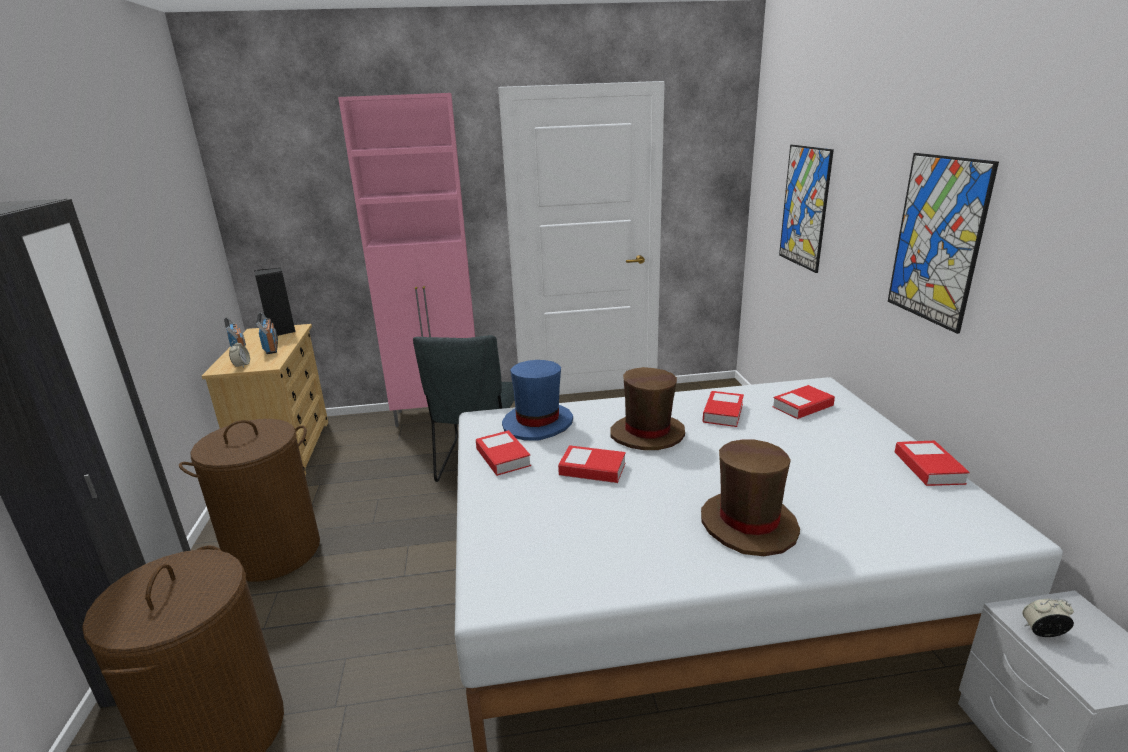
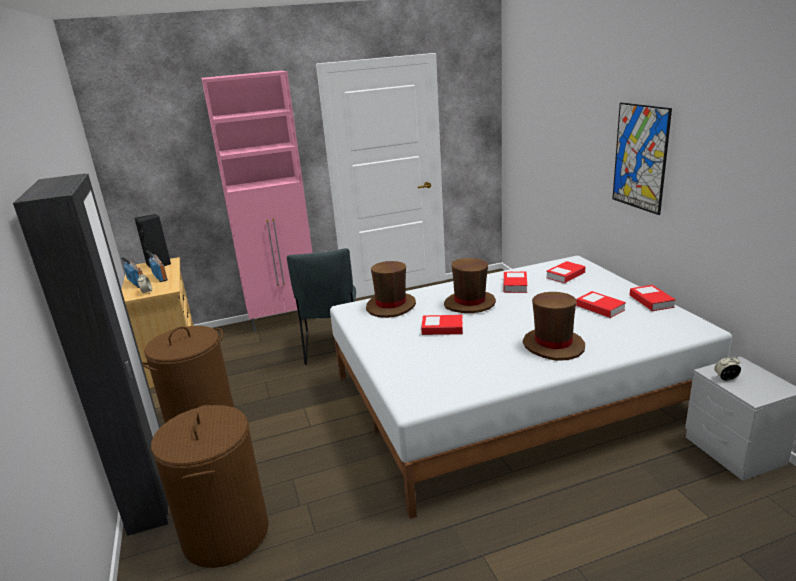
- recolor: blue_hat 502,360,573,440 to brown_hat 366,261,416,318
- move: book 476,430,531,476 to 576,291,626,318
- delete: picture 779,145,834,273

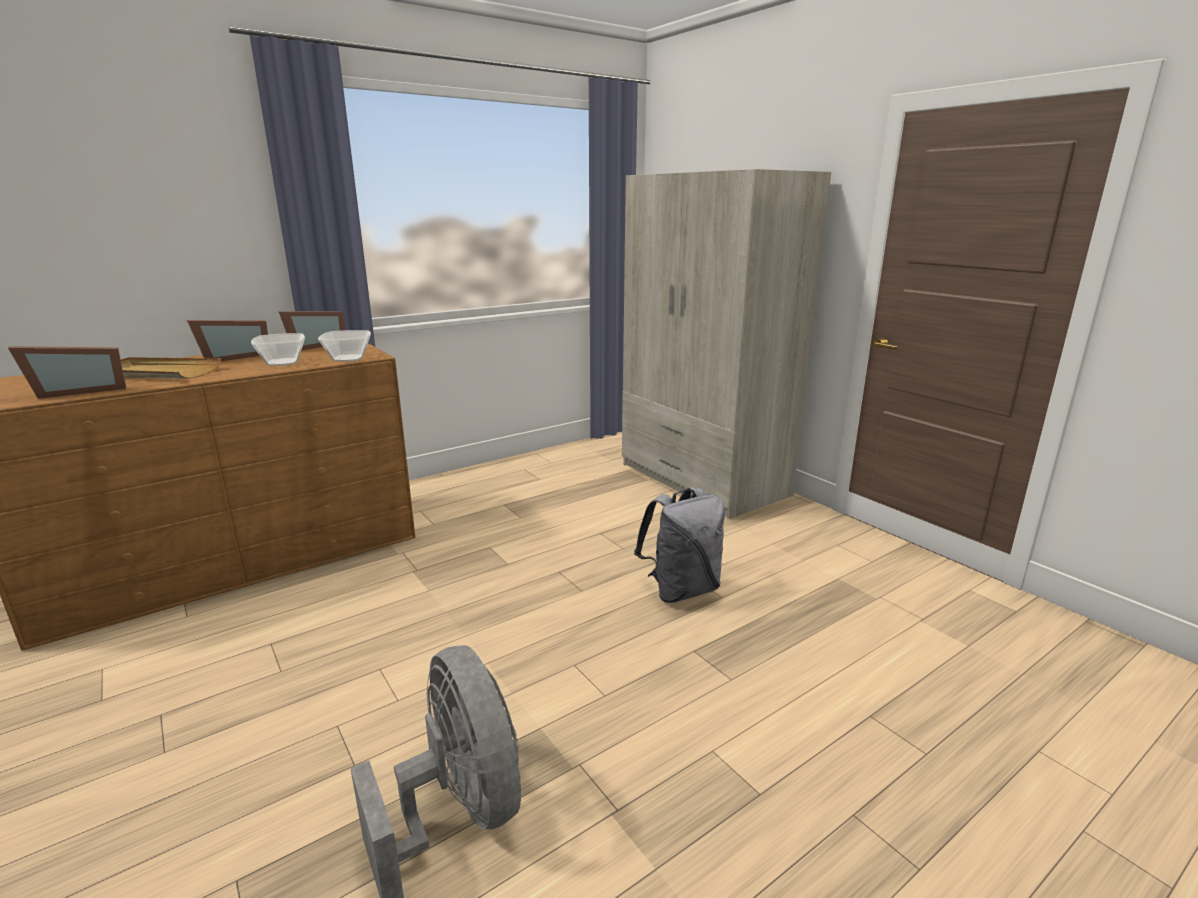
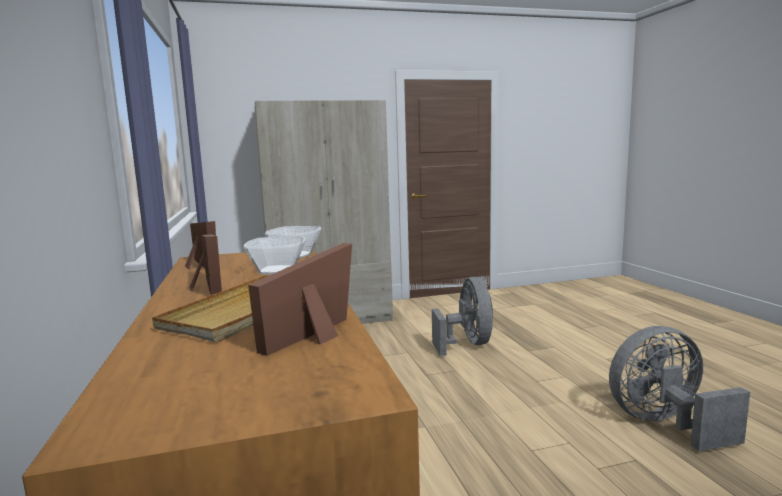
- rotate: picture_frame 8,346,126,399 = 248,243,352,356 135 degrees counterclockwise
- replace: grey_backpack 634,487,725,603 to grey_fan 432,277,493,356

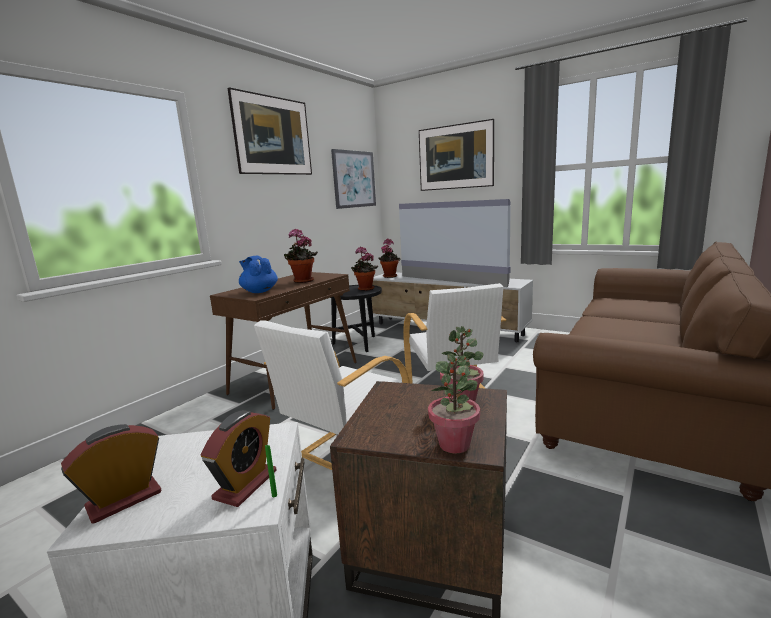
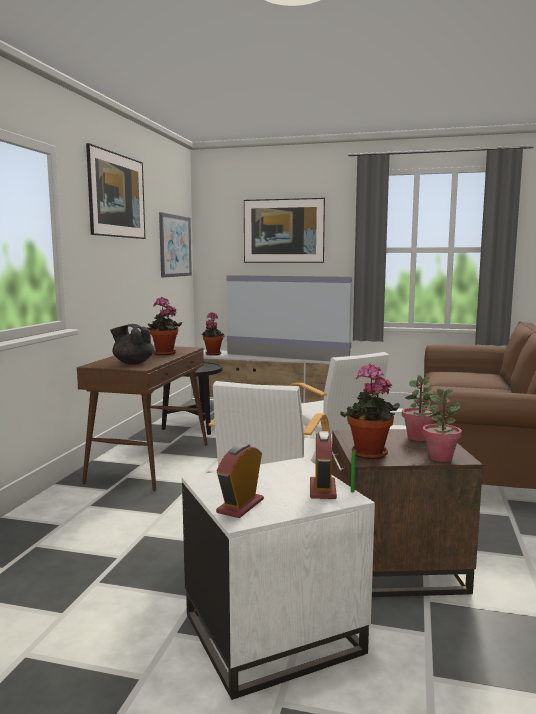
- recolor: blue_teapot 239,255,278,293 to black_teapot 110,324,154,365
- move: potted_plant 351,247,378,291 to 340,364,400,459

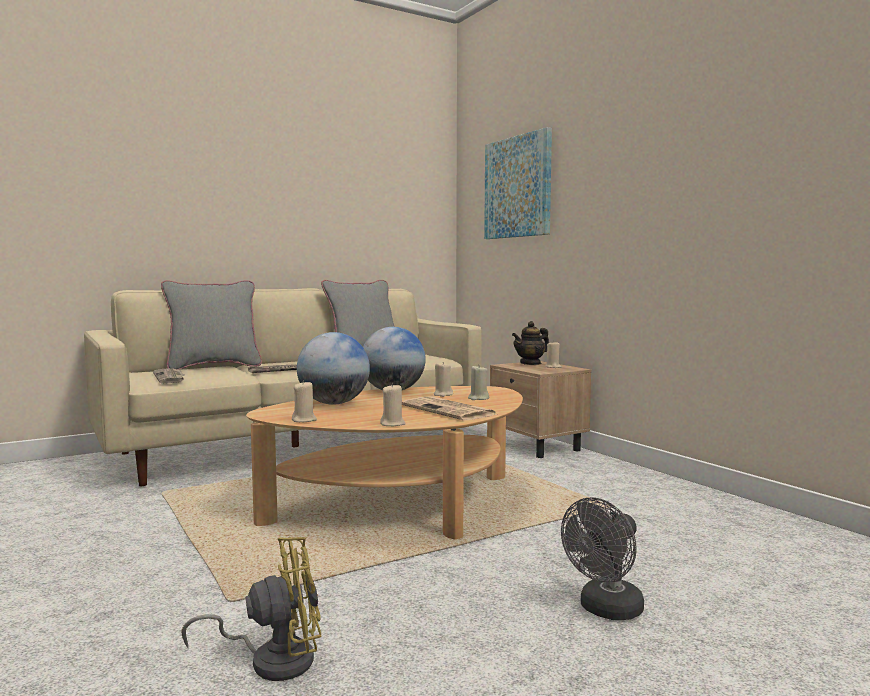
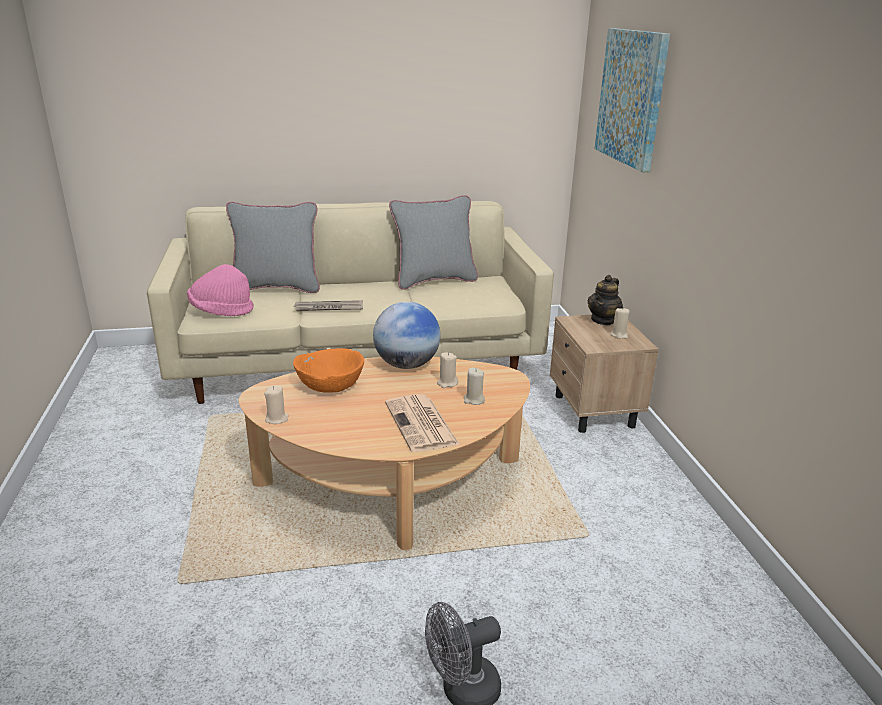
- replace: newspaper 153,368,185,384 to pink_hat 187,264,254,316
- replace: globe 297,332,370,405 to orange_bowl 293,348,364,393
- rotate: teapot 512,321,549,365 = 588,275,623,325 45 degrees counterclockwise
- delete: yellow_fan 182,537,321,681
- delete: beige_candle 380,383,406,426

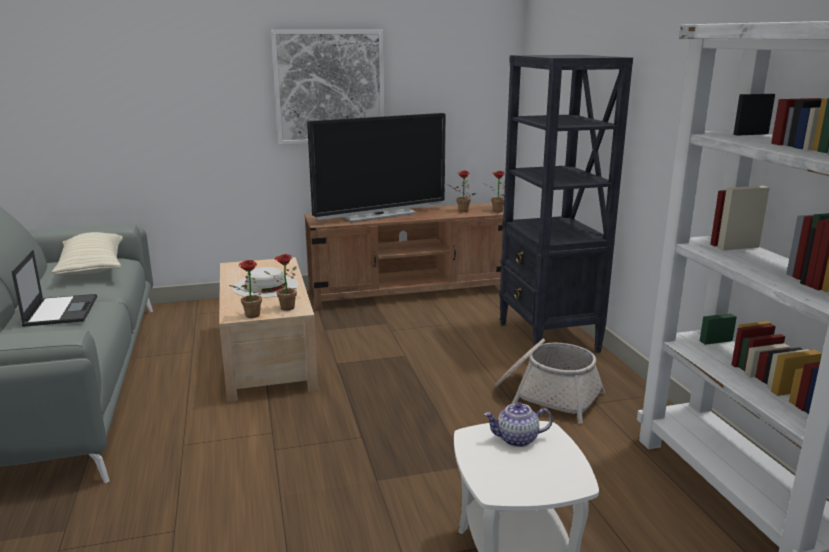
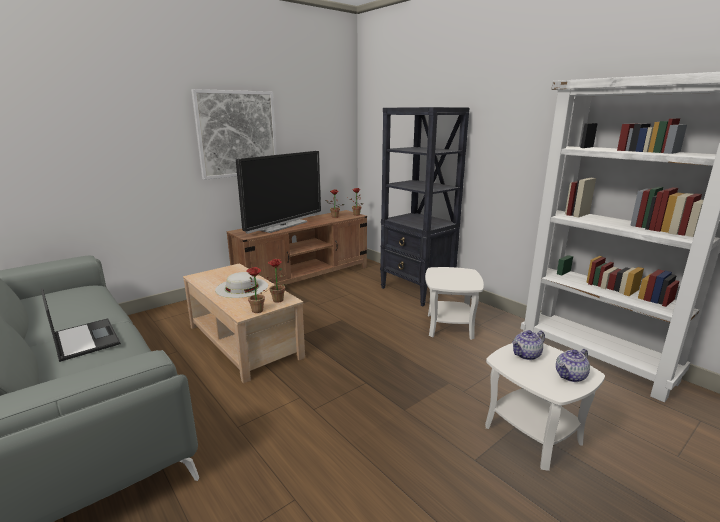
- replace: basket 495,339,605,424 to white_side_table 425,267,484,340
- insert: teapot 556,349,590,382
- delete: beige_pillow 52,232,123,275

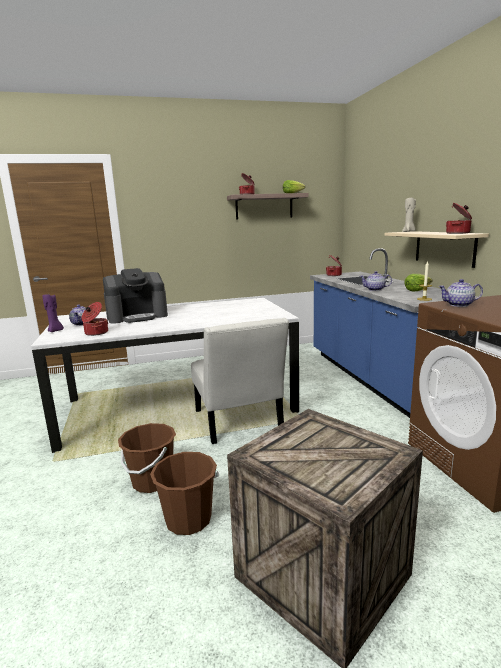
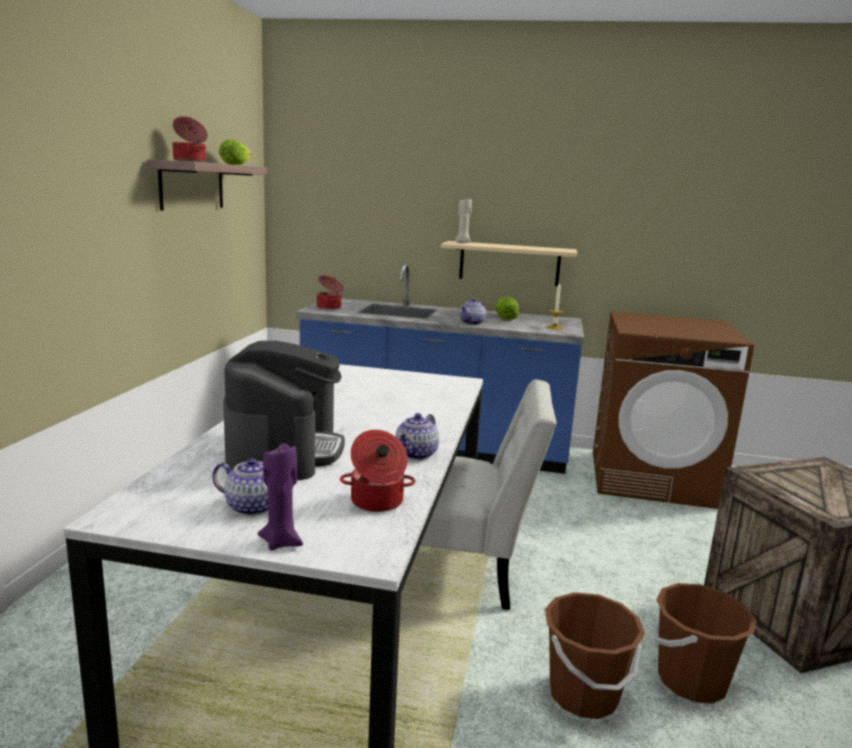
- move: teapot 438,279,483,307 to 395,413,439,460
- delete: cooking_pot 446,203,472,234

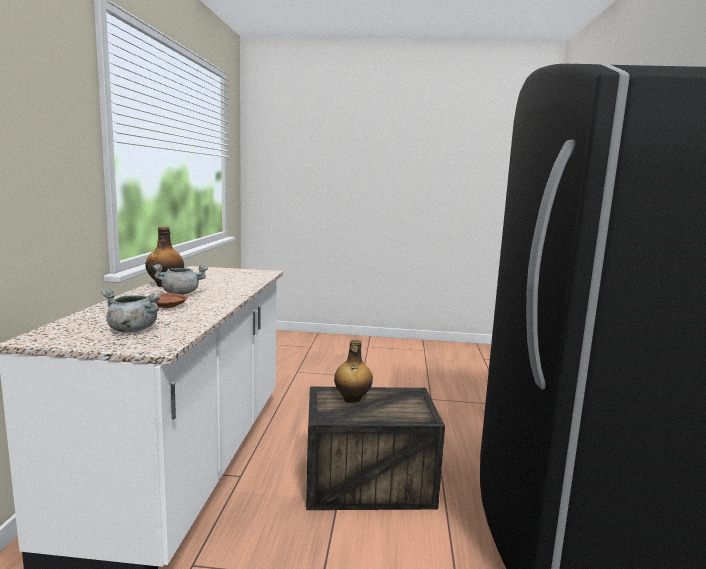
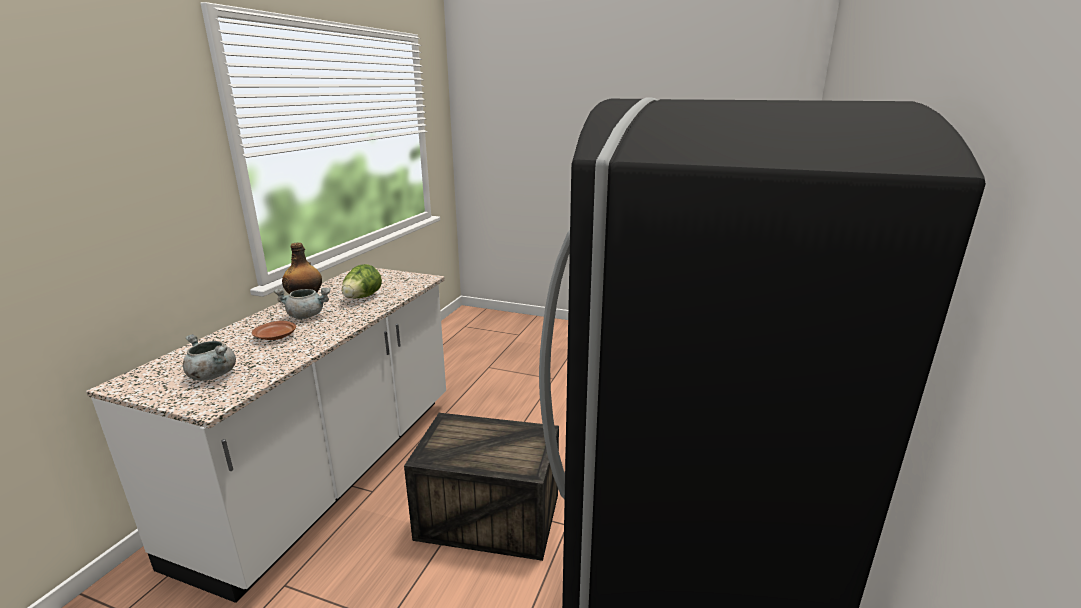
- insert: lettuce 342,264,382,298
- delete: bottle 334,339,373,403

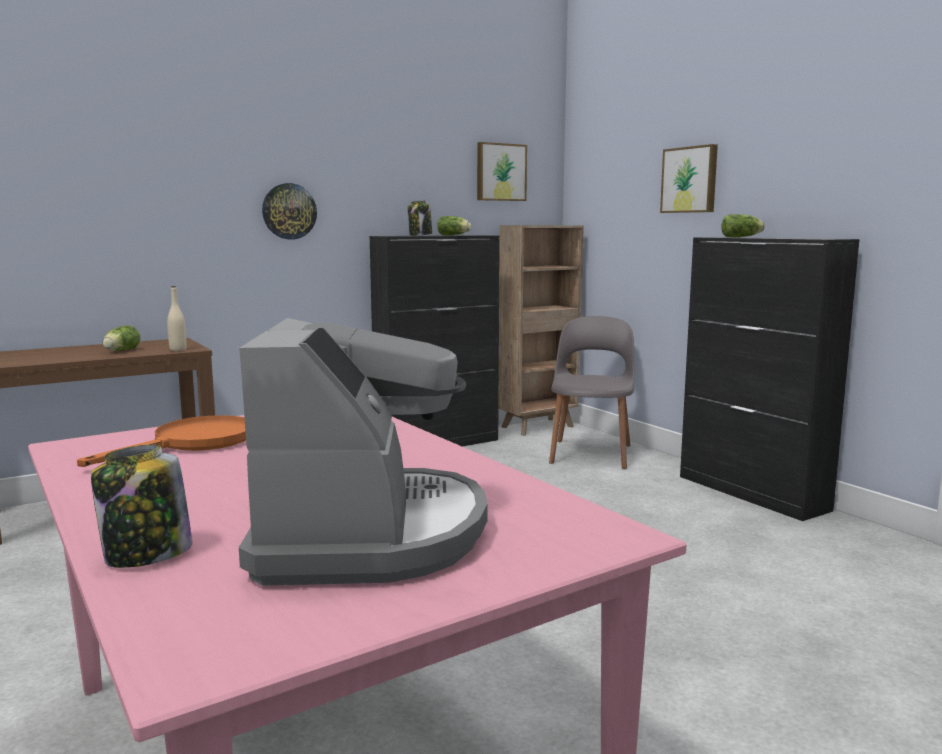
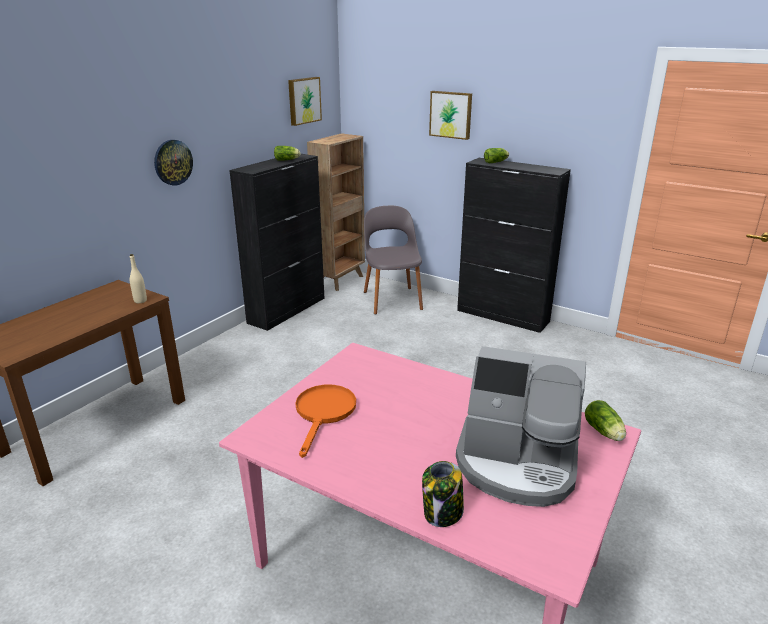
- rotate: coffee_machine 239,318,488,586 = 456,346,586,507 135 degrees clockwise
- move: lettuce 102,326,140,351 to 585,400,626,441
- delete: jar 408,201,432,236

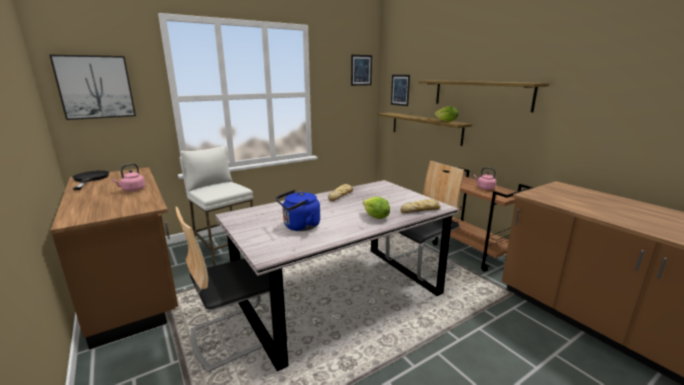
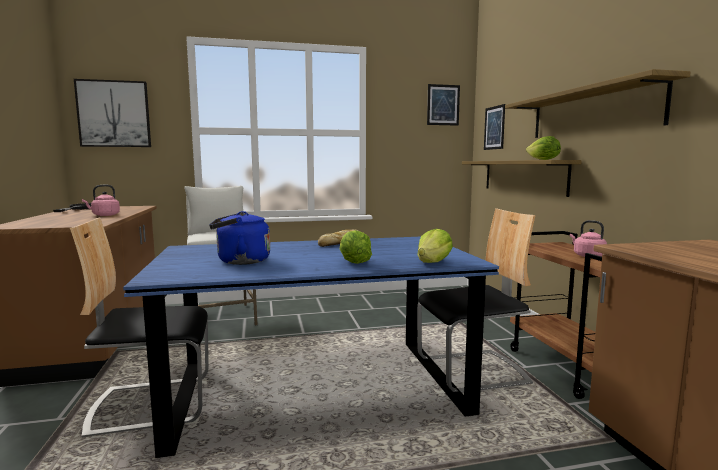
- recolor: grey_dining_table 215,180,459,371 to blue_dining_table 123,237,499,458
- replace: bread 400,199,440,213 to lettuce 418,229,453,263

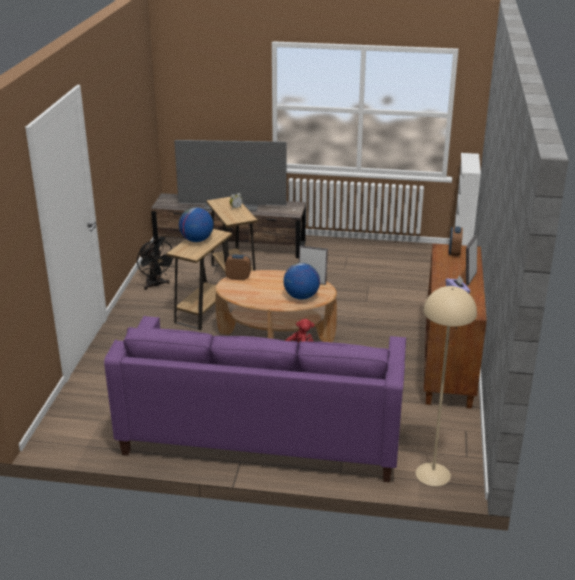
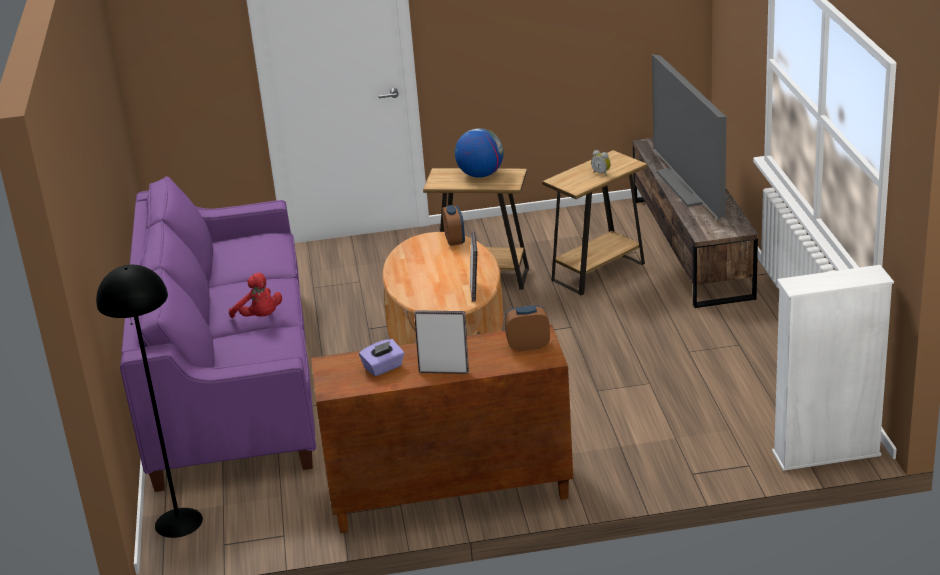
- recolor: beige_floor_lamp 416,286,477,486 to black_floor_lamp 96,265,203,538
- delete: black_fan 137,239,175,290
- delete: globe 284,263,320,299

